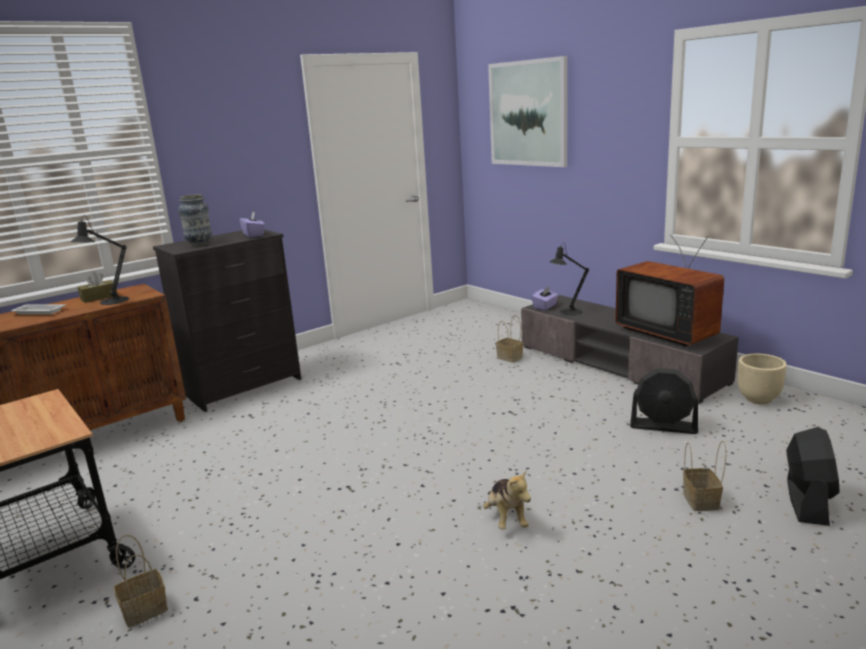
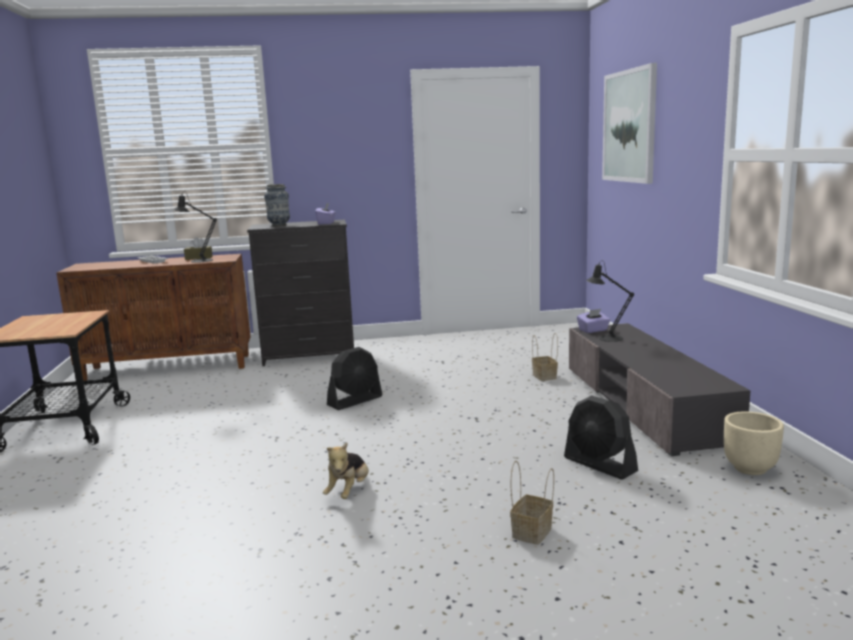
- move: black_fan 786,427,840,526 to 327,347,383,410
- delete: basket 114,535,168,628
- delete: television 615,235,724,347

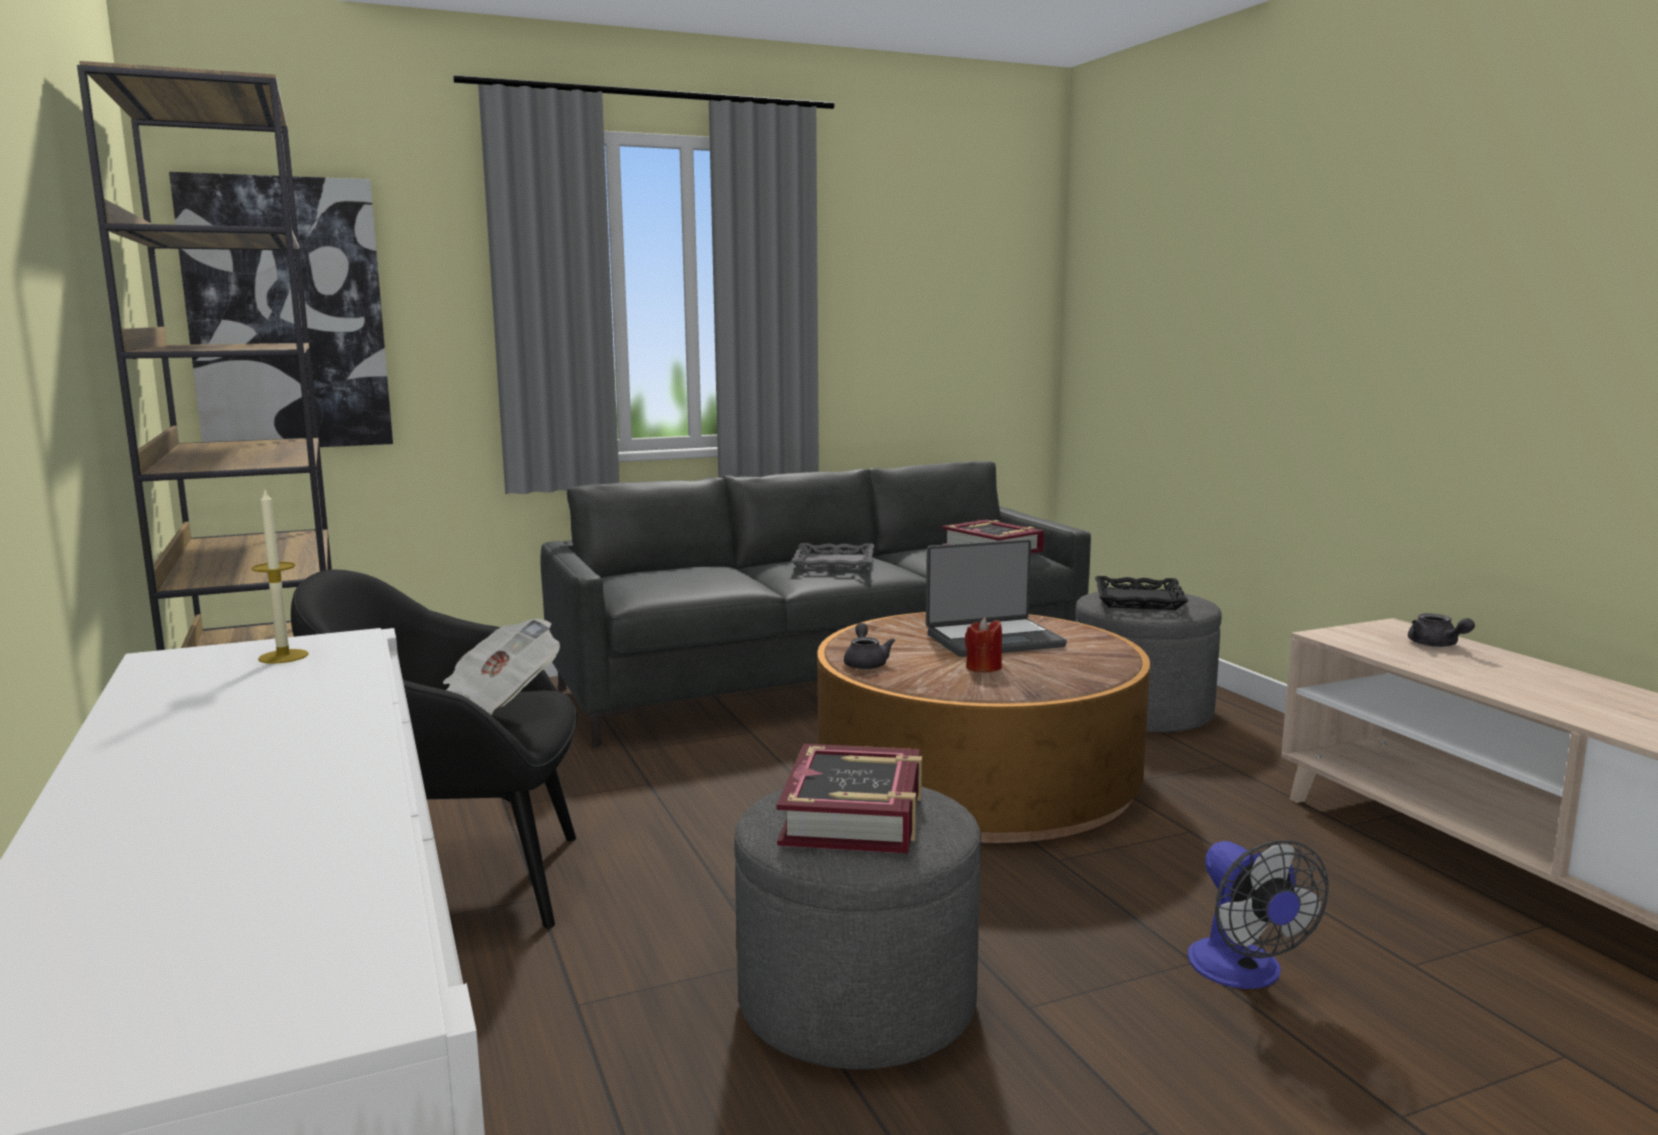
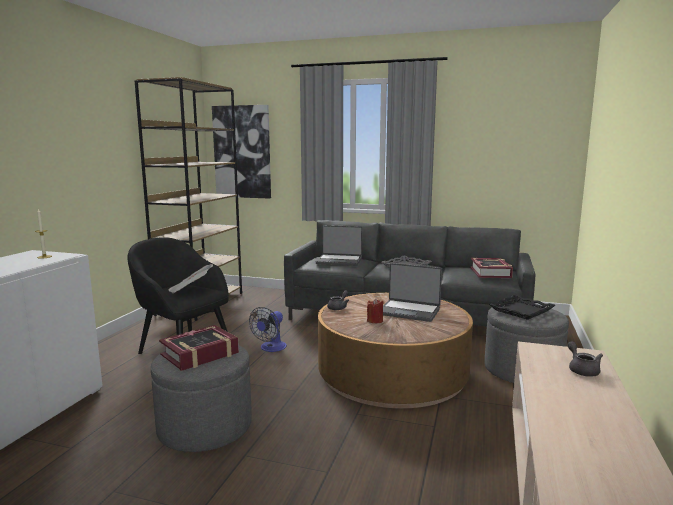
- move: fan 1188,840,1329,989 to 249,307,287,352
- insert: laptop 316,225,362,266
- rotate: grey_teapot 1408,613,1475,647 = 568,341,603,377 150 degrees clockwise

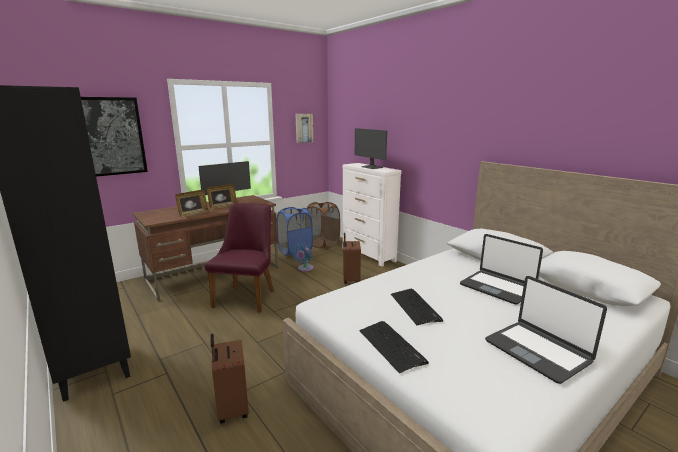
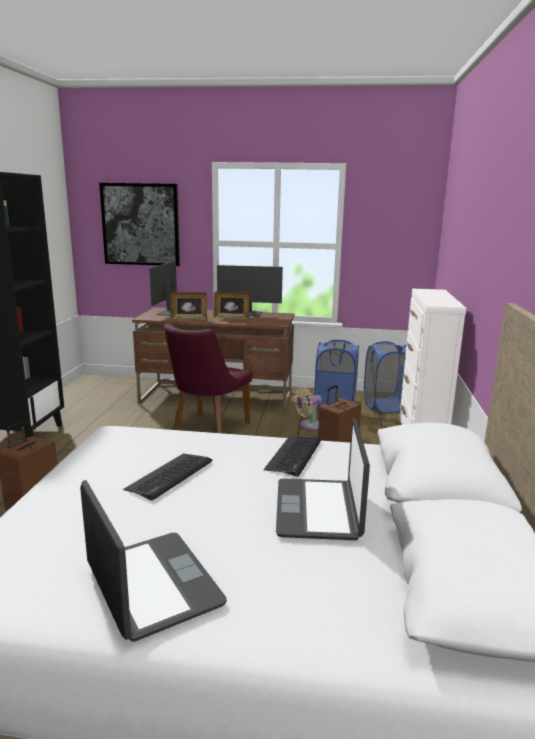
- rotate: laptop 485,276,607,384 = 80,480,227,642 135 degrees clockwise
- move: monitor 355,128,387,169 to 149,261,177,316
- rotate: purple_chair 204,203,274,313 = 164,324,253,433 150 degrees clockwise
- move: keyboard 359,321,429,373 to 264,436,321,477
- recolor: blue_fan 292,243,314,272 to beige_fan 294,387,322,430
- recolor: brown_laundry_basket 307,202,340,248 to blue_laundry_basket 364,342,406,413
- delete: picture 296,114,313,143

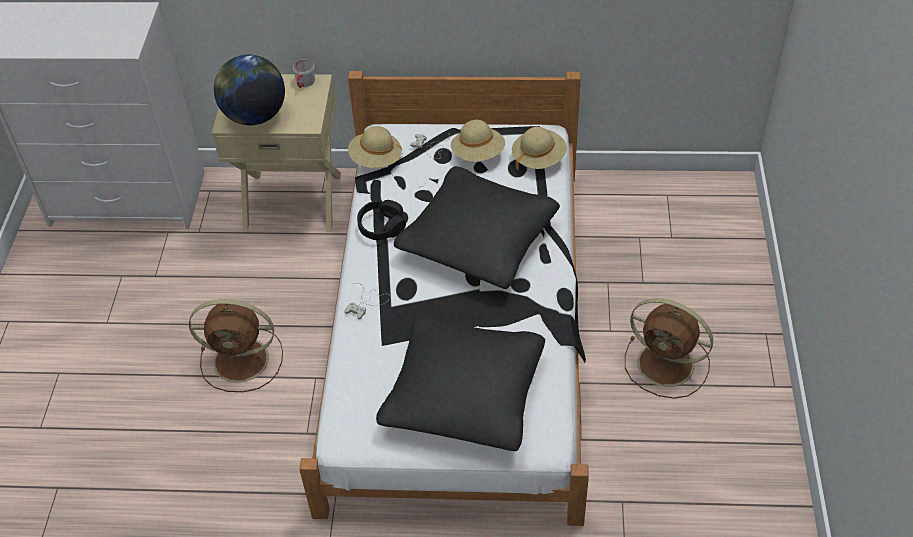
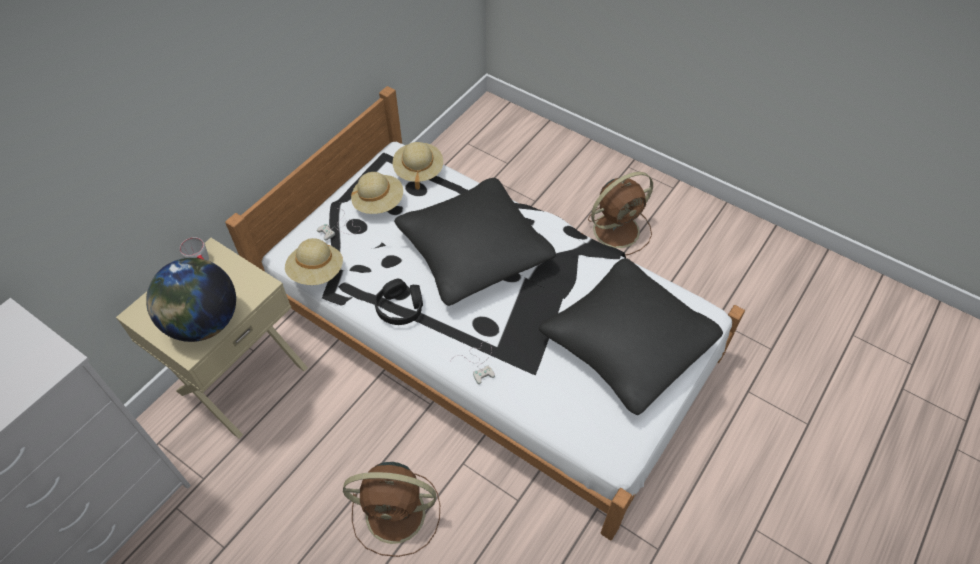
- rotate: brown_fan 189,299,283,392 = 343,462,440,557 60 degrees clockwise

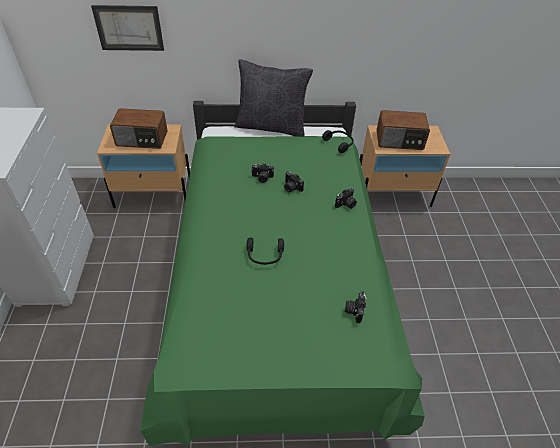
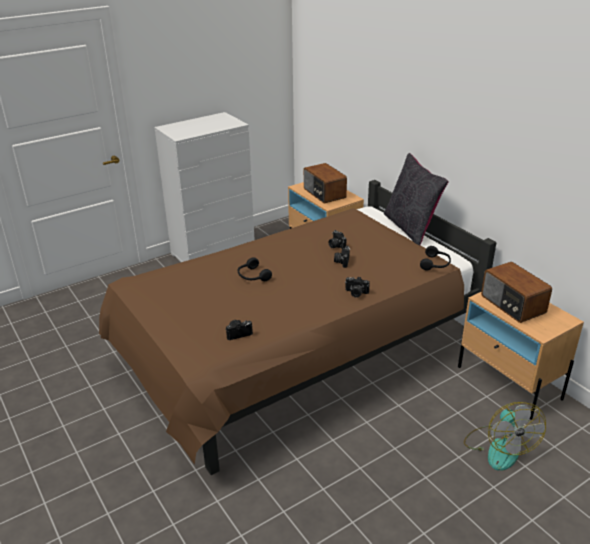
- recolor: green_bed 141,101,425,446 to brown_bed 99,180,496,475
- insert: fan 464,402,546,471
- delete: picture 91,5,164,51

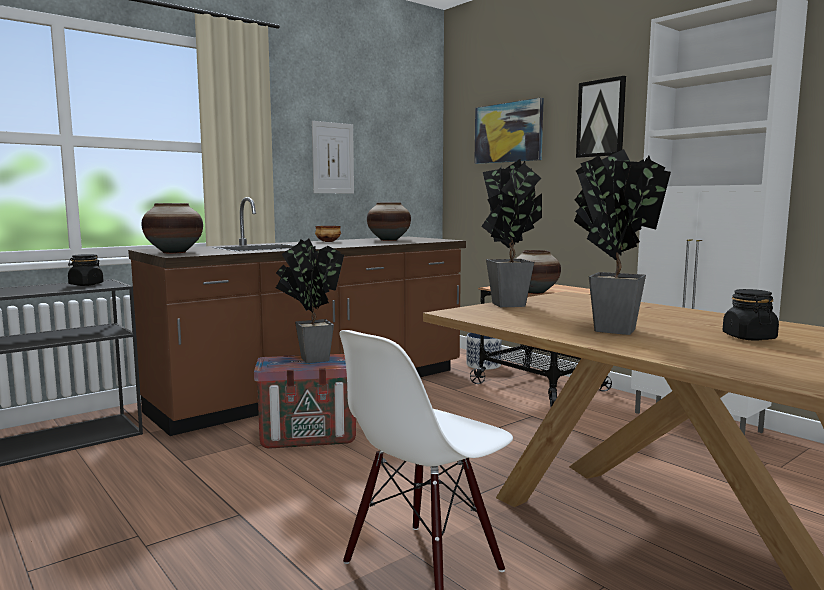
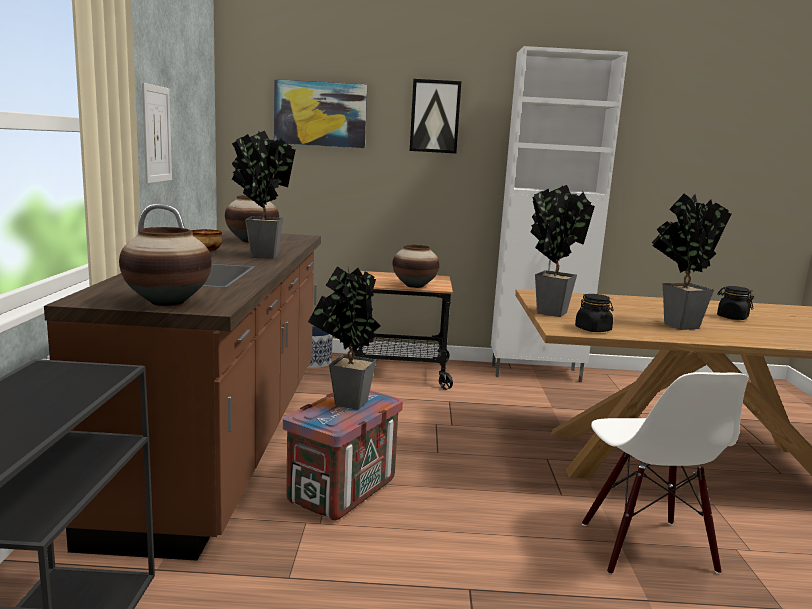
- insert: potted_plant 232,131,296,259
- move: black_jar 68,254,104,286 to 575,294,613,332

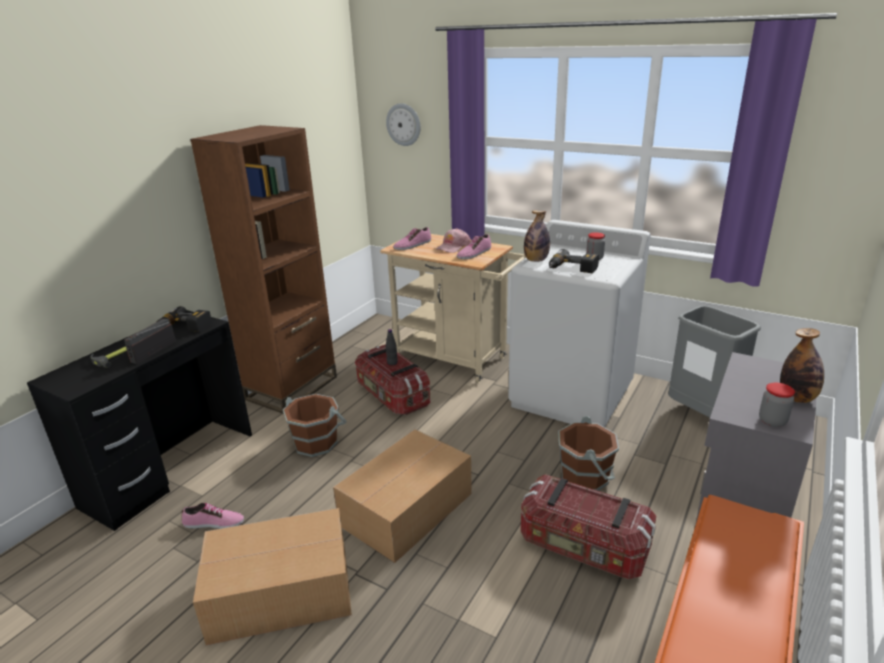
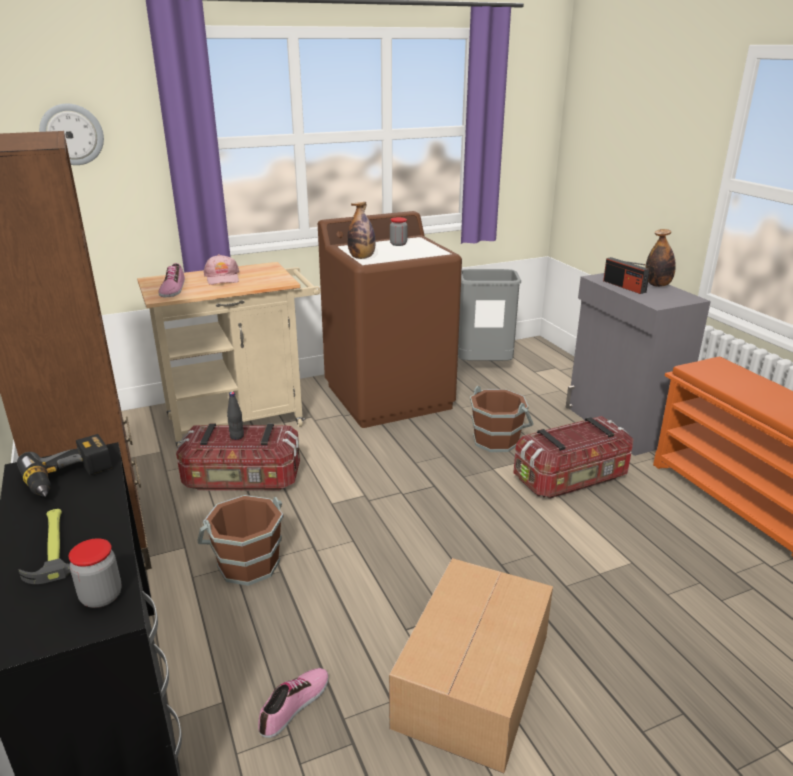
- move: jar 759,383,795,427 to 69,538,122,608
- recolor: white_washing_machine 508,220,651,427 to brown_washing_machine 318,211,462,428
- move: radio 124,318,176,364 to 603,257,650,294
- delete: cardboard_box 333,429,472,563
- delete: shoe 457,234,491,259
- delete: power_drill 549,249,599,273

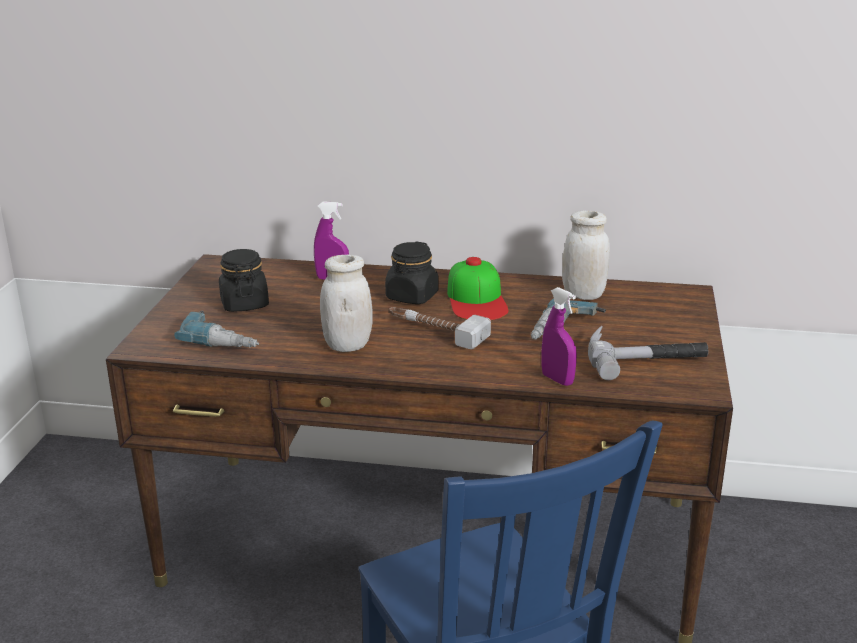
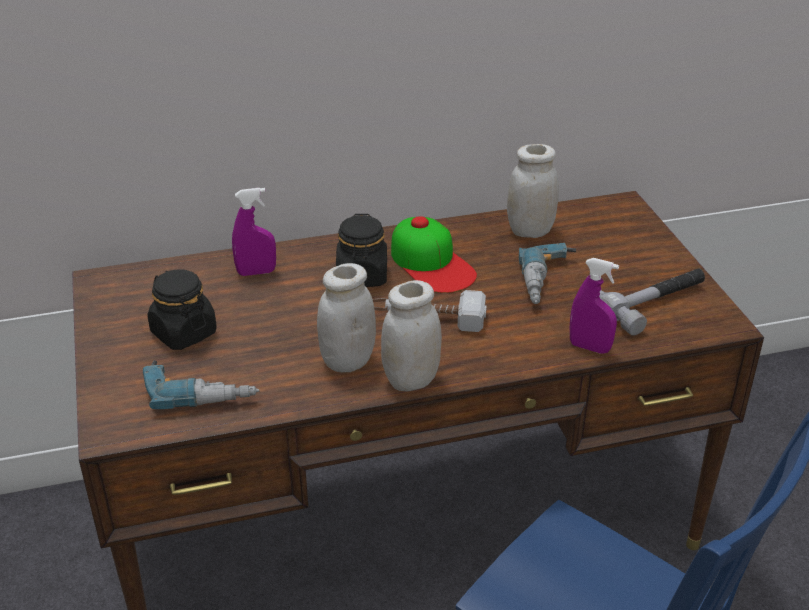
- insert: white_jar 381,280,442,392

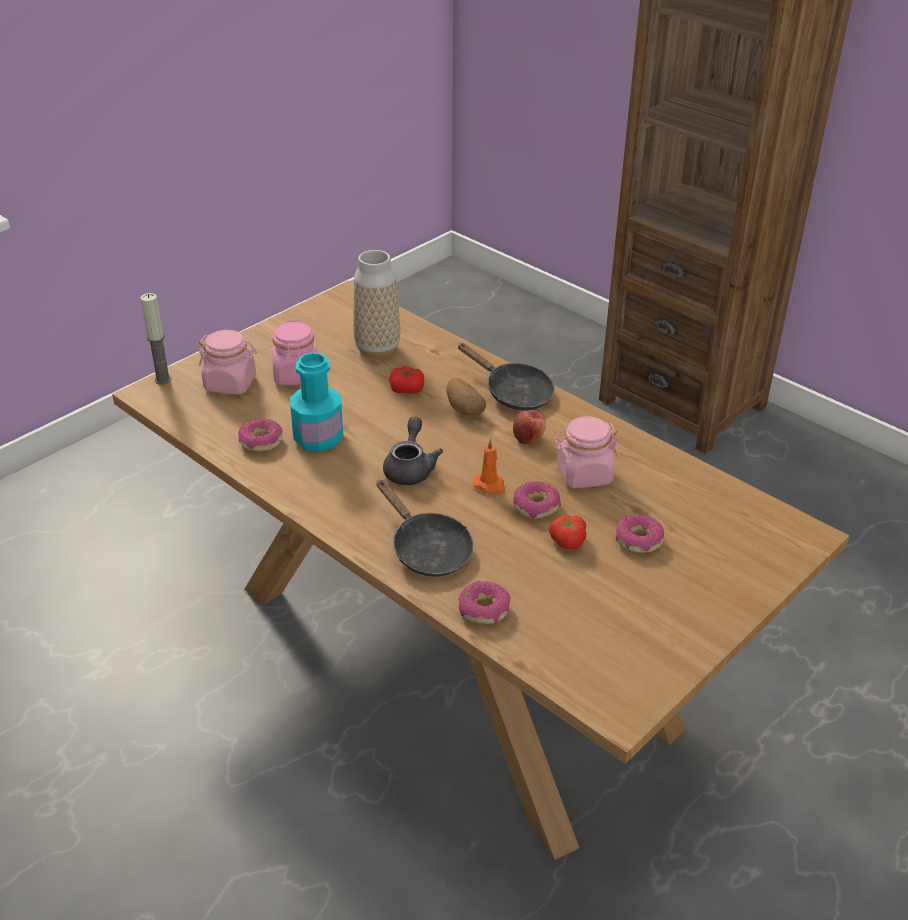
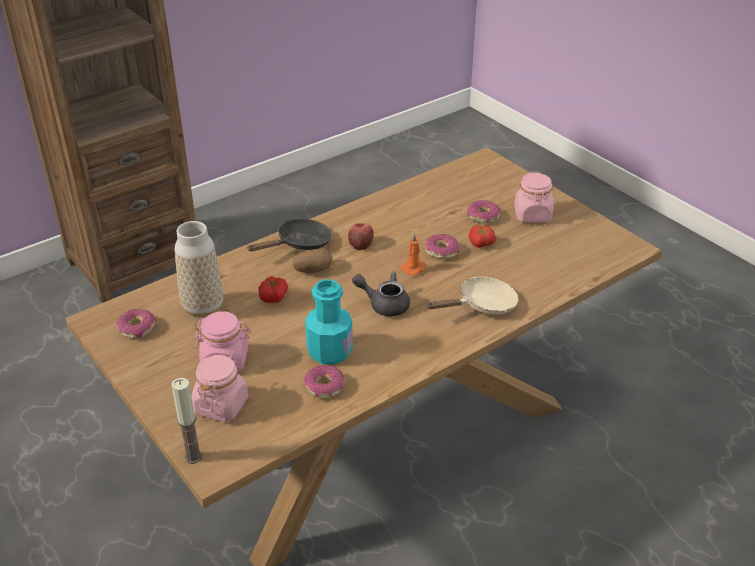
- move: donut 458,581,511,624 to 117,308,156,339
- recolor: black_frying_pan 377,480,473,577 to beige_frying_pan 425,277,519,315
- move: pink_jar 554,416,618,488 to 514,172,554,223

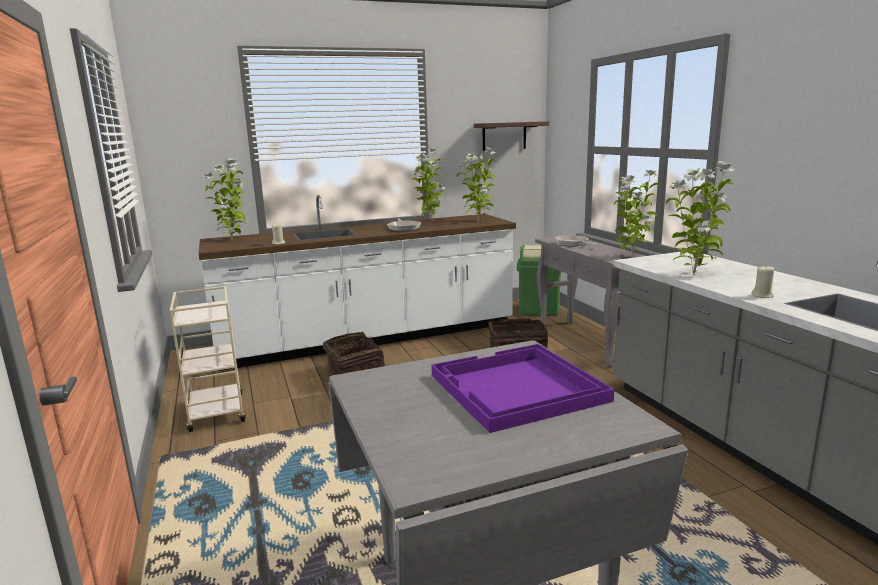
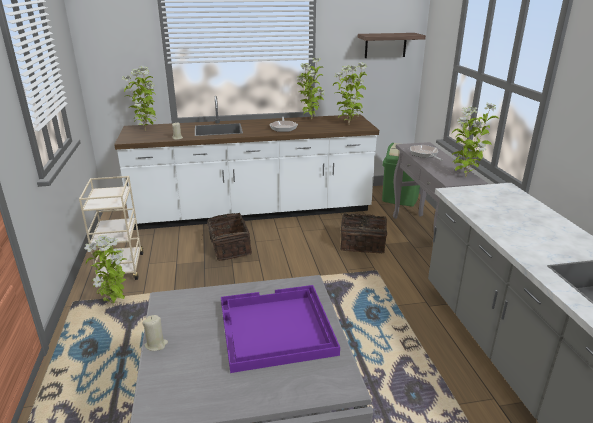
- move: potted_plant 666,161,734,275 to 84,235,126,306
- move: beige_candle 751,265,774,298 to 143,315,168,351

